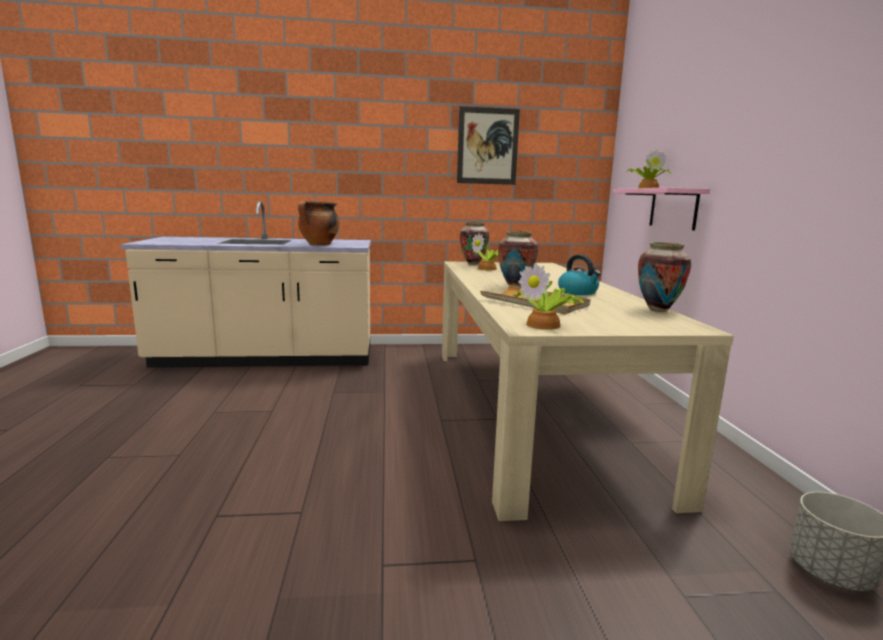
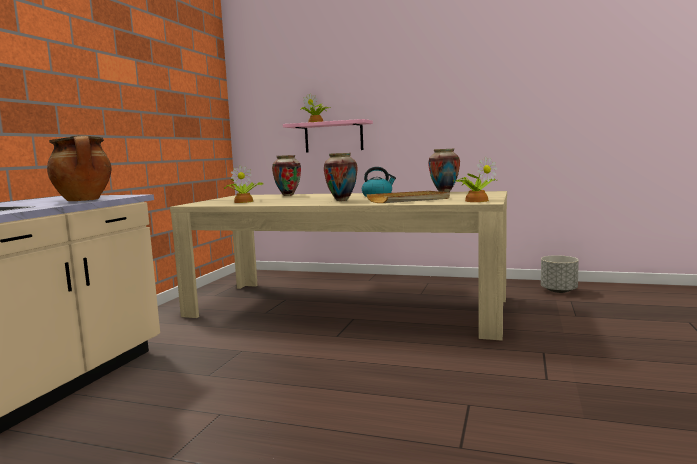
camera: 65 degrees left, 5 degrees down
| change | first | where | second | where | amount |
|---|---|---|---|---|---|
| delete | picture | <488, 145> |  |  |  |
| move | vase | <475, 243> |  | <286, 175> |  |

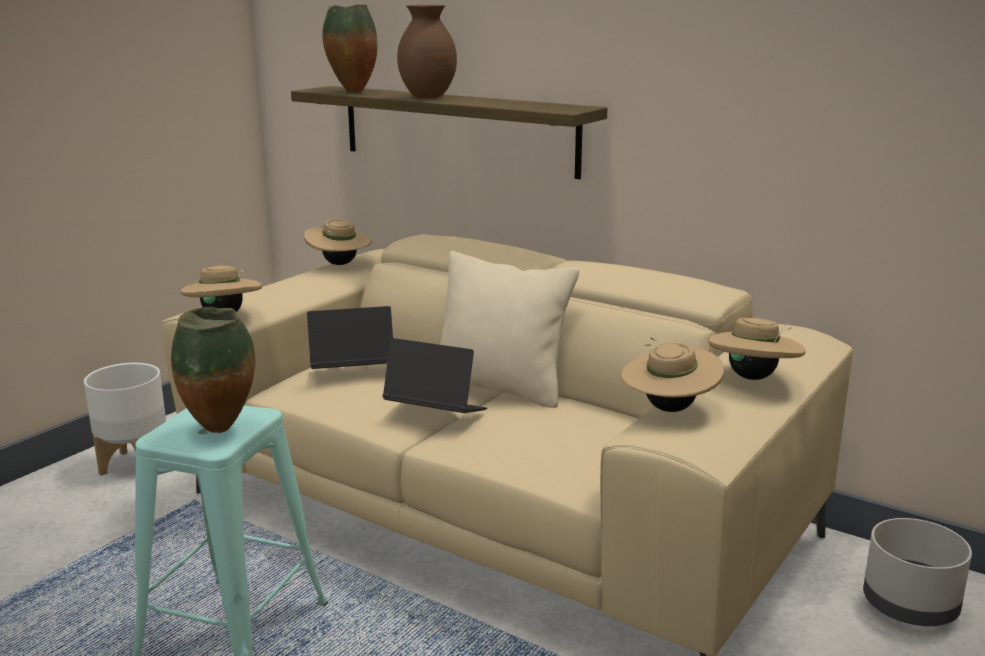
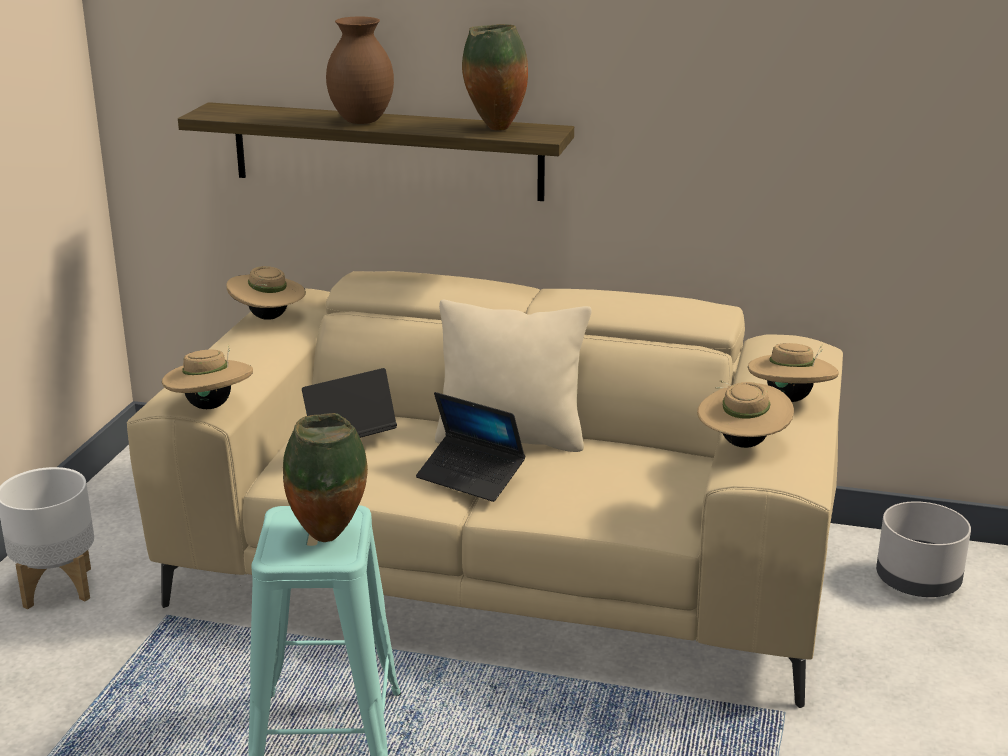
camera: 20 degrees left, 5 degrees up
| change | first | where | second | where | amount |
|---|---|---|---|---|---|
| move | vase | <349, 48> |  | <495, 77> |  |
| rotate | laptop | <435, 375> |  | <470, 447> | 150 degrees counterclockwise |

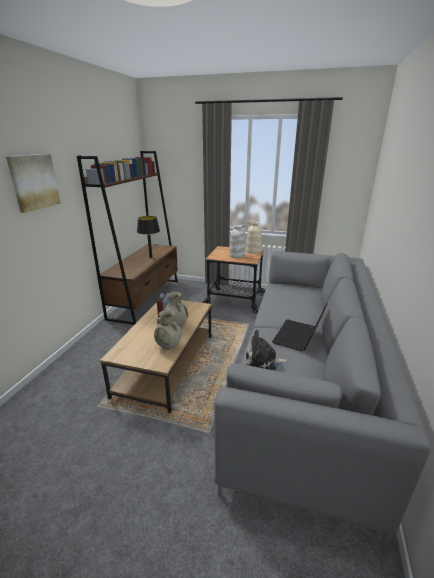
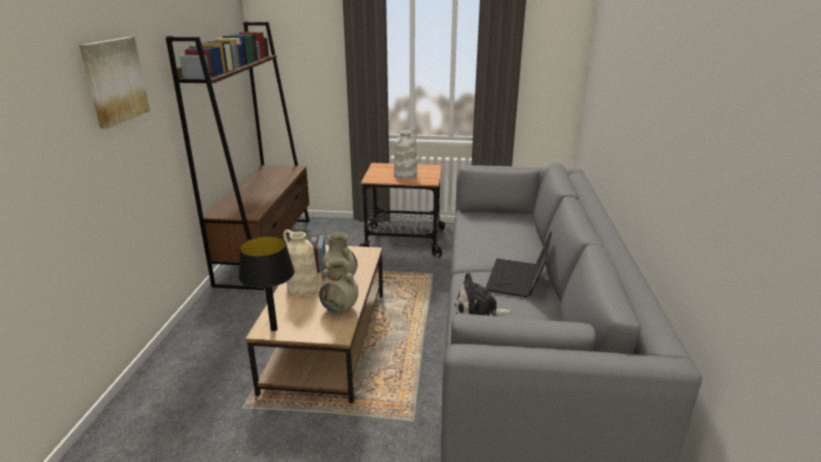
camera: 10 degrees left, 0 degrees up
| change | first | where | second | where | amount |
|---|---|---|---|---|---|
| move | black lamp for a table | <148, 237> |  | <266, 283> |  |
| move | beige vase | <253, 237> |  | <301, 264> |  |

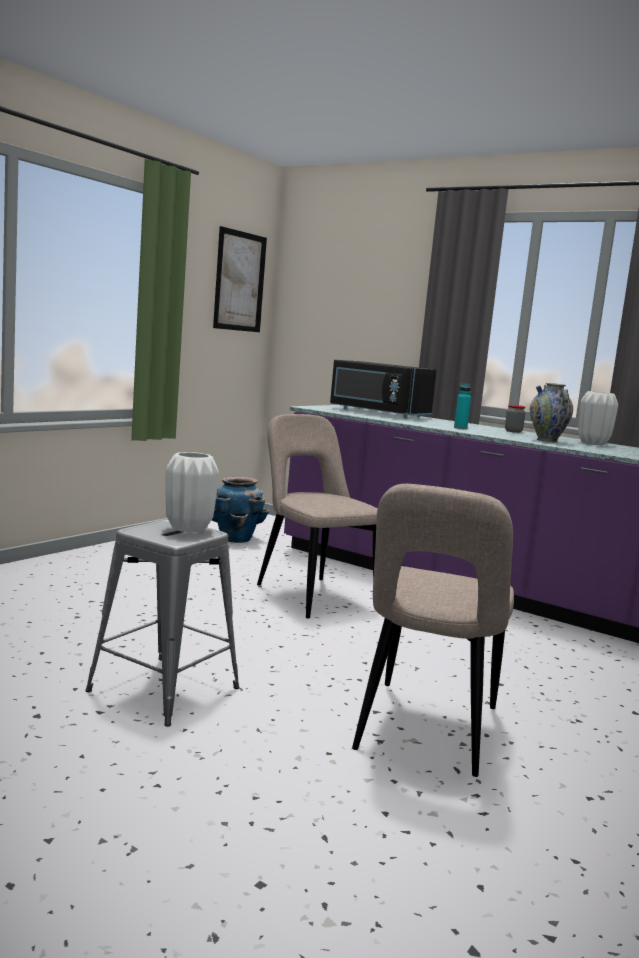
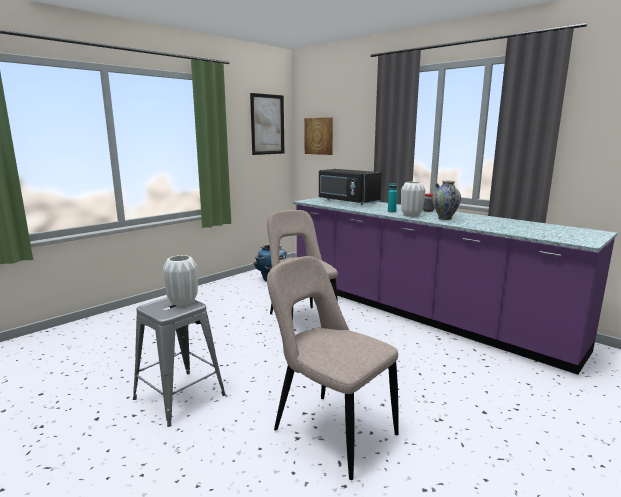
camera: 10 degrees right, 5 degrees up
| change | first | where | second | where | amount |
|---|---|---|---|---|---|
| move | white-coloured vase | <598, 418> |  | <413, 199> |  |
| rotate | beige chair | <433, 630> |  | <333, 368> | 105 degrees clockwise |
| insert |  |  | picture | <318, 136> |  |

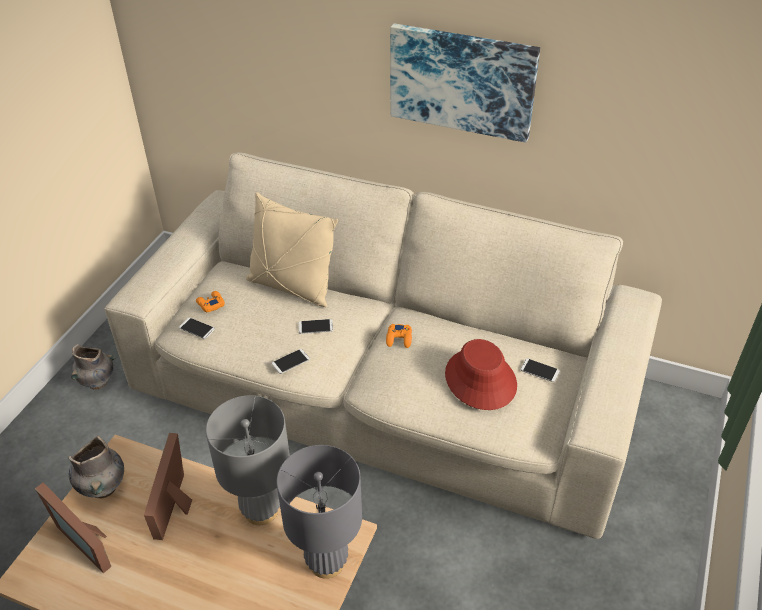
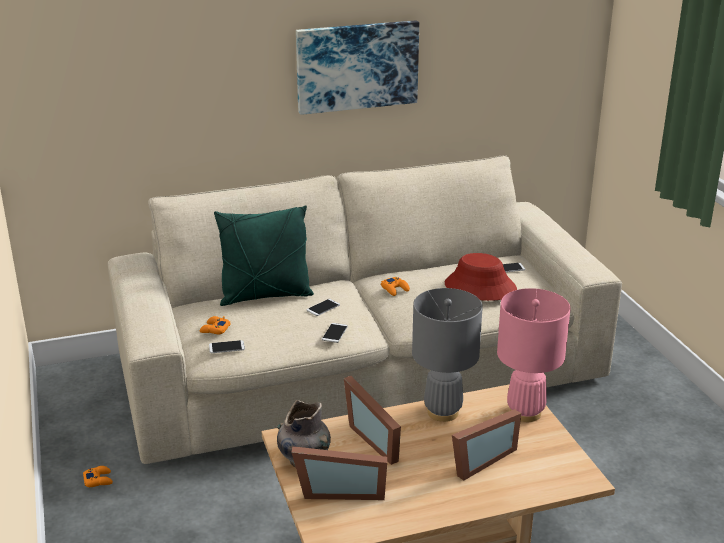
camera: 40 degrees left, 15 degrees down
| change | first | where | second | where | amount |
|---|---|---|---|---|---|
| recolor | beige cushion | <292, 249> | green-coloured cushion | <264, 255> |  |
| replace | greyish vase | <93, 366> | orangey game controller | <98, 476> |  |
| recolor | greyish lamp for a table | <319, 512> | pink lamp for a table | <534, 355> |  |
| insert |  |  | standing frame | <486, 444> |  |

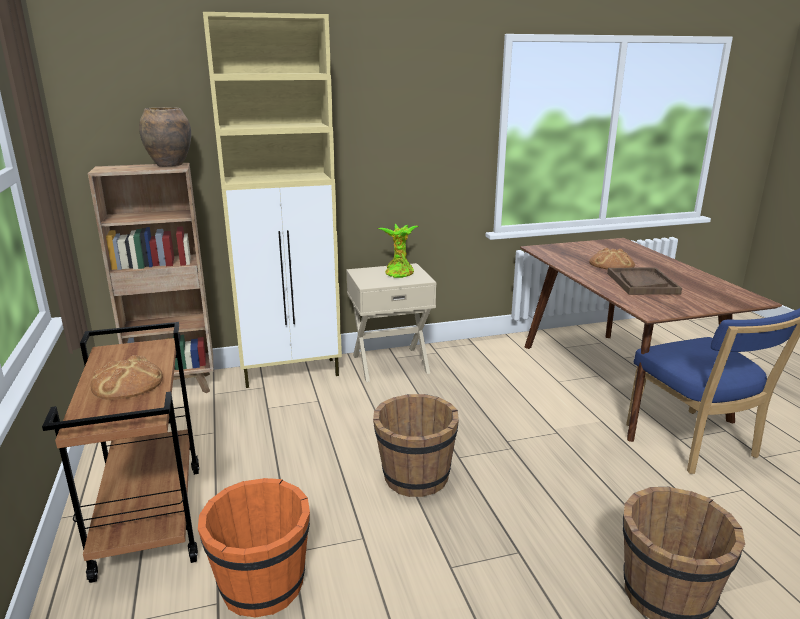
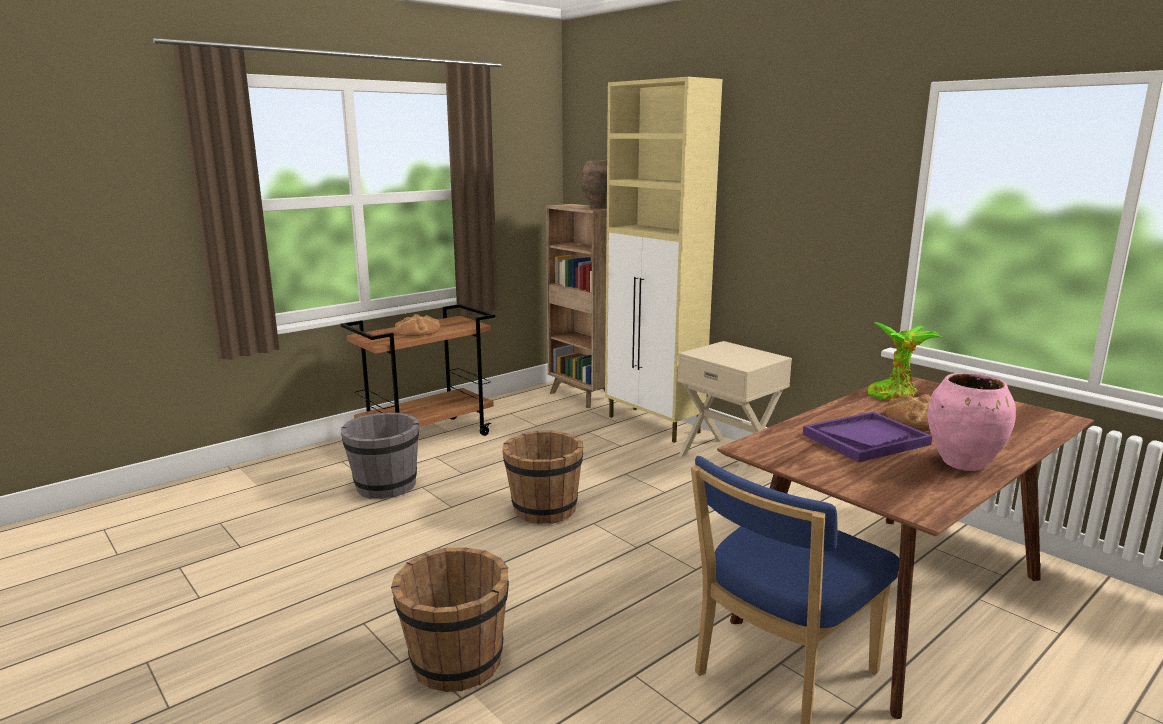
camera: 65 degrees right, 5 degrees down
| change | first | where | second | where | amount |
|---|---|---|---|---|---|
| move | potted plant | <398, 251> |  | <905, 361> |  |
| recolor | brownish carrying tray | <644, 281> | purple carrying tray | <867, 437> |  |
| recolor | orangey water bucket | <254, 548> | greyish water bucket | <380, 456> |  |
| insert |  |  | pink vase | <972, 422> |  |

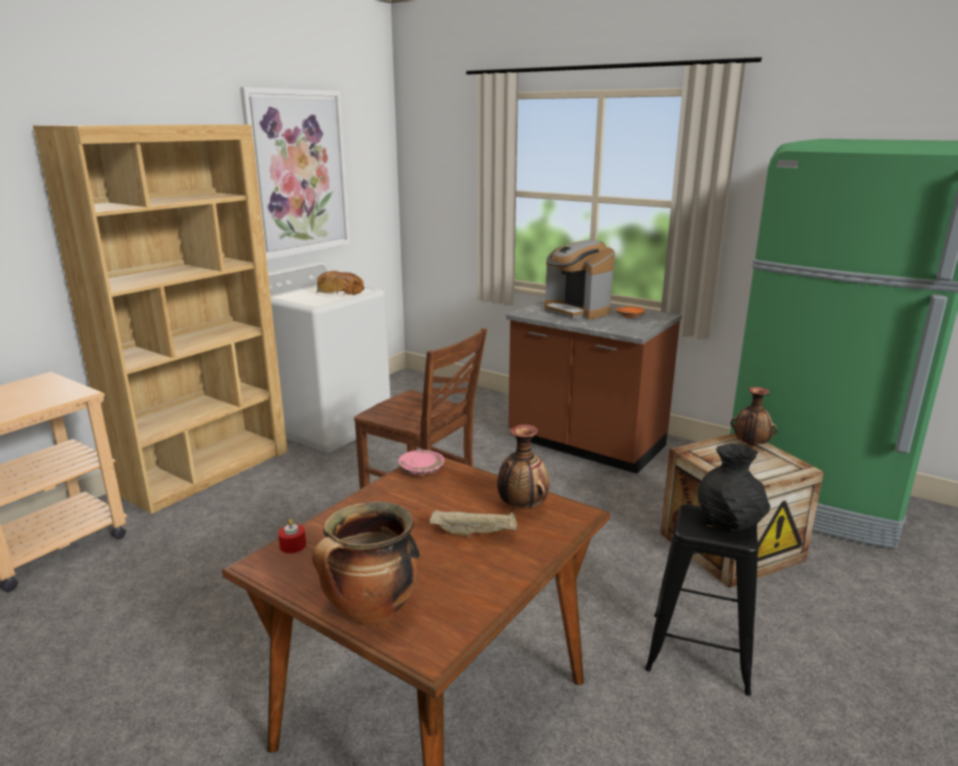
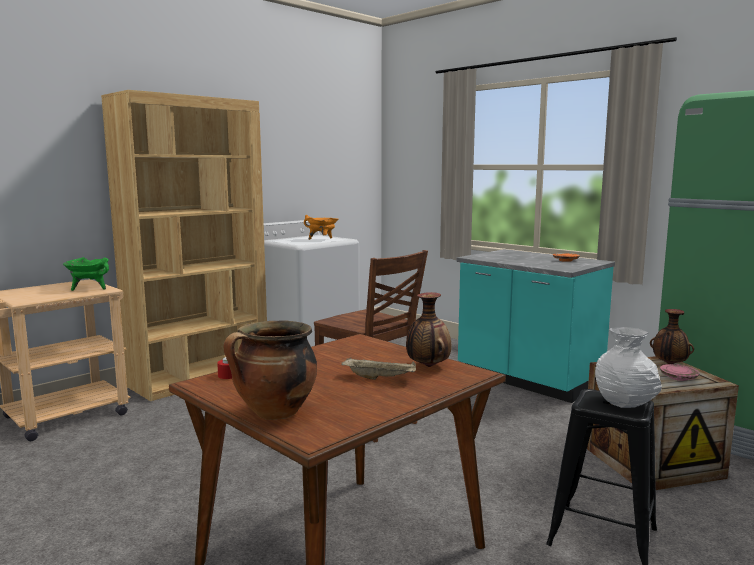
camera: 10 degrees right, 10 degrees down
| change | first | where | second | where | amount |
|---|---|---|---|---|---|
| delete | picture | <295, 173> |  |  |  |
| delete | coffee machine | <580, 280> |  |  |  |
| replace | bakery bread | <340, 283> | orangey cooking pot | <321, 227> |  |
| recolor | brownish kitchen base unit | <594, 386> | turquoise kitchen base unit | <535, 326> |  |
| recolor | black vase | <733, 487> | white-coloured vase | <628, 367> |  |
| move | pink dinner plate | <421, 462> |  | <679, 372> |  |
| insert |  |  | green-coloured cooking pot | <86, 274> |  |

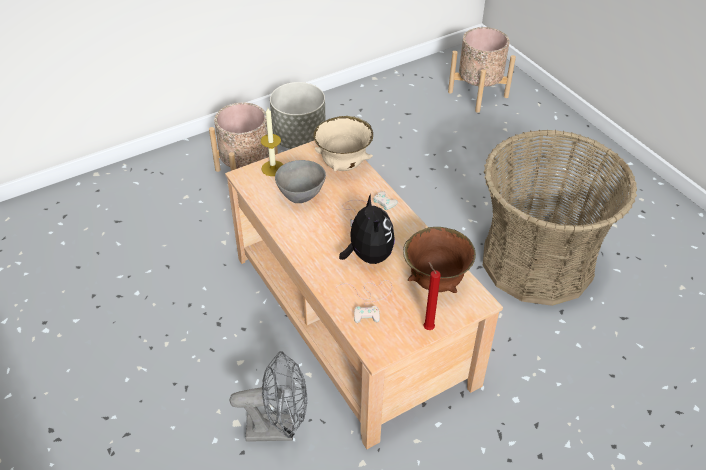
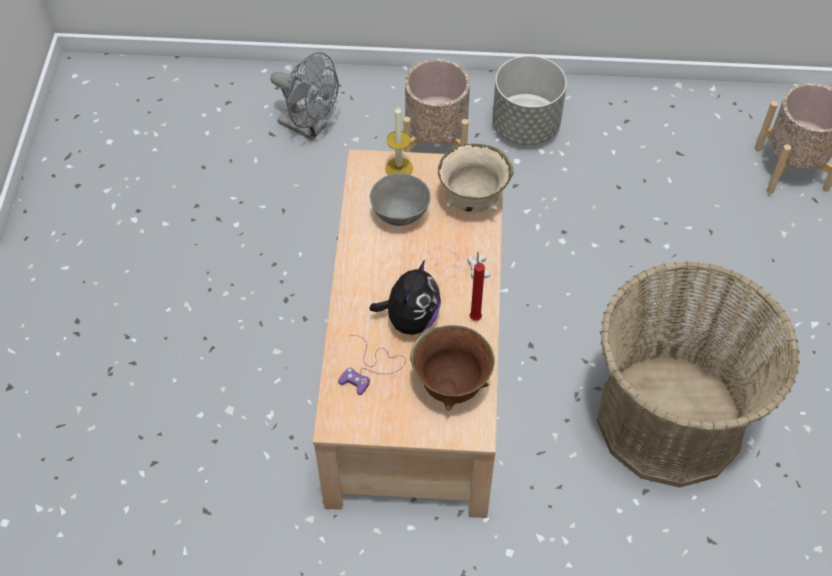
camera: 35 degrees right, 10 degrees up
| change | first | where | second | where | amount |
|---|---|---|---|---|---|
| move | red candle | <432, 296> |  | <477, 286> |  |
| recolor | white-coloured game controller | <363, 301> | purple game controller | <372, 365> |  |
| move | greyish fan | <268, 396> |  | <304, 96> |  |

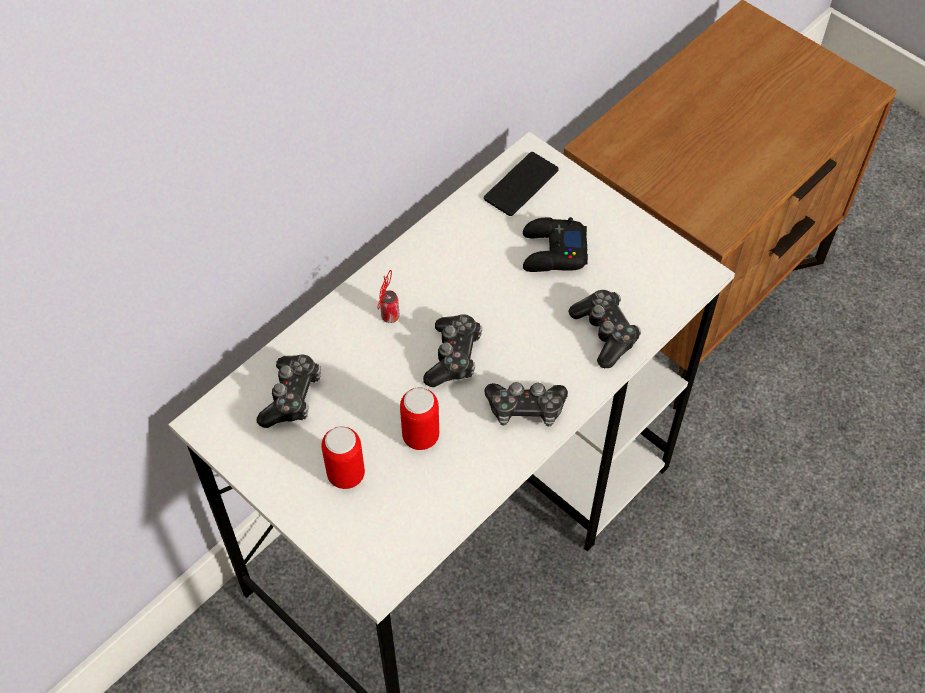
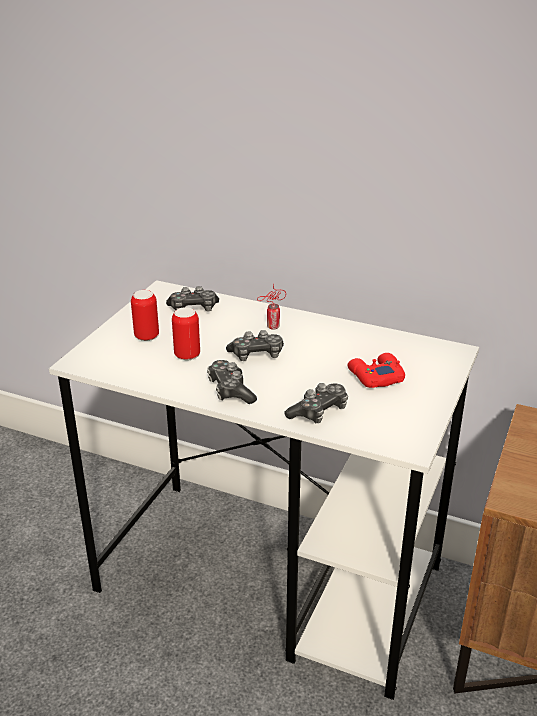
camera: 70 degrees right, 25 degrees down
| change | first | where | second | where | amount |
|---|---|---|---|---|---|
| delete | handset | <521, 184> |  |  |  |
| recolor | black game controller | <555, 244> | red game controller | <376, 370> |  |

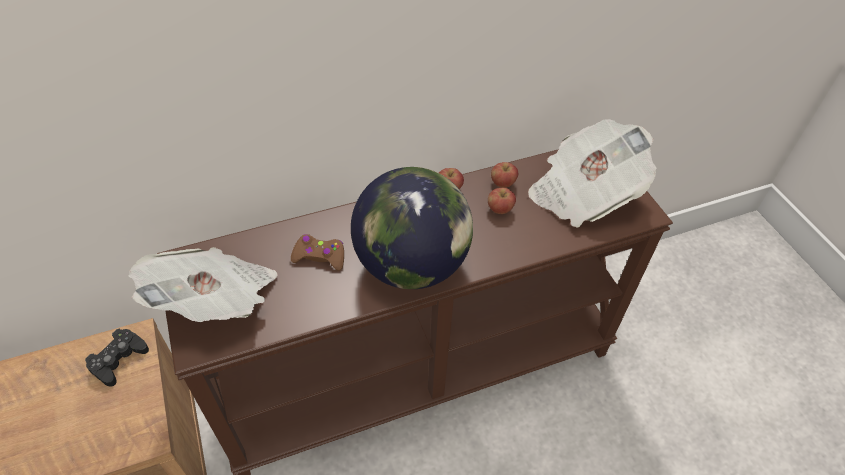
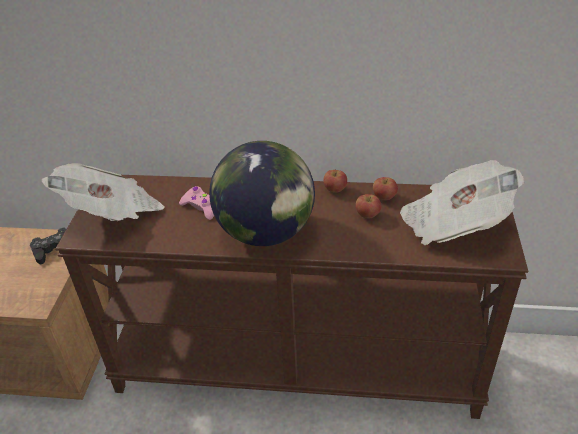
camera: 30 degrees right, 10 degrees down
| change | first | where | second | where | amount |
|---|---|---|---|---|---|
| recolor | brownish game controller | <317, 252> | pink game controller | <196, 203> |  |

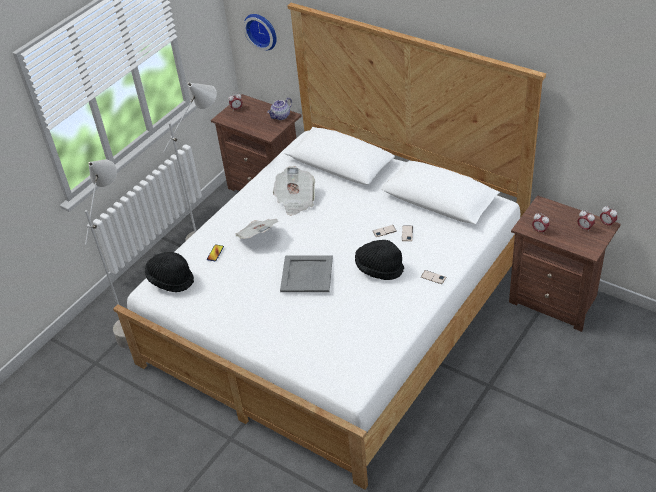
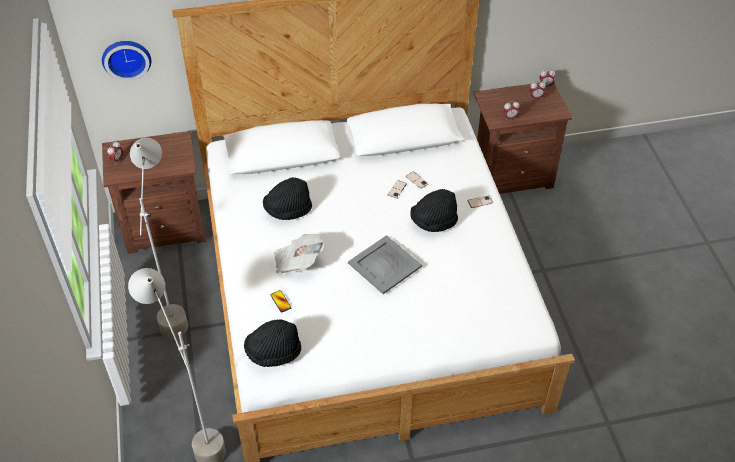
camera: 50 degrees left, 5 degrees up
| change | first | where | second | where | amount |
|---|---|---|---|---|---|
| delete | teapot | <279, 109> |  |  |  |
| replace | printed paper | <294, 191> | black wearable hat | <287, 198> |  |

